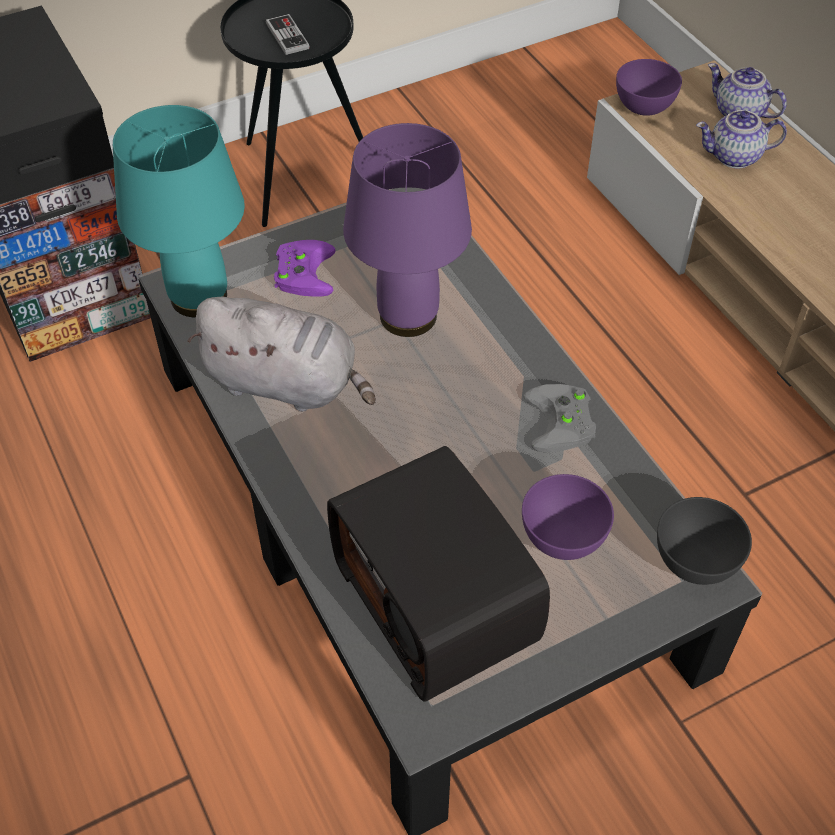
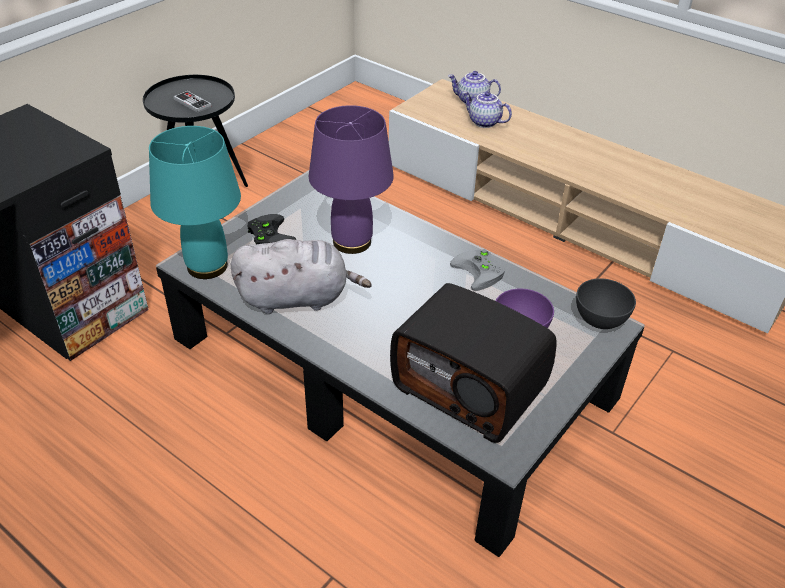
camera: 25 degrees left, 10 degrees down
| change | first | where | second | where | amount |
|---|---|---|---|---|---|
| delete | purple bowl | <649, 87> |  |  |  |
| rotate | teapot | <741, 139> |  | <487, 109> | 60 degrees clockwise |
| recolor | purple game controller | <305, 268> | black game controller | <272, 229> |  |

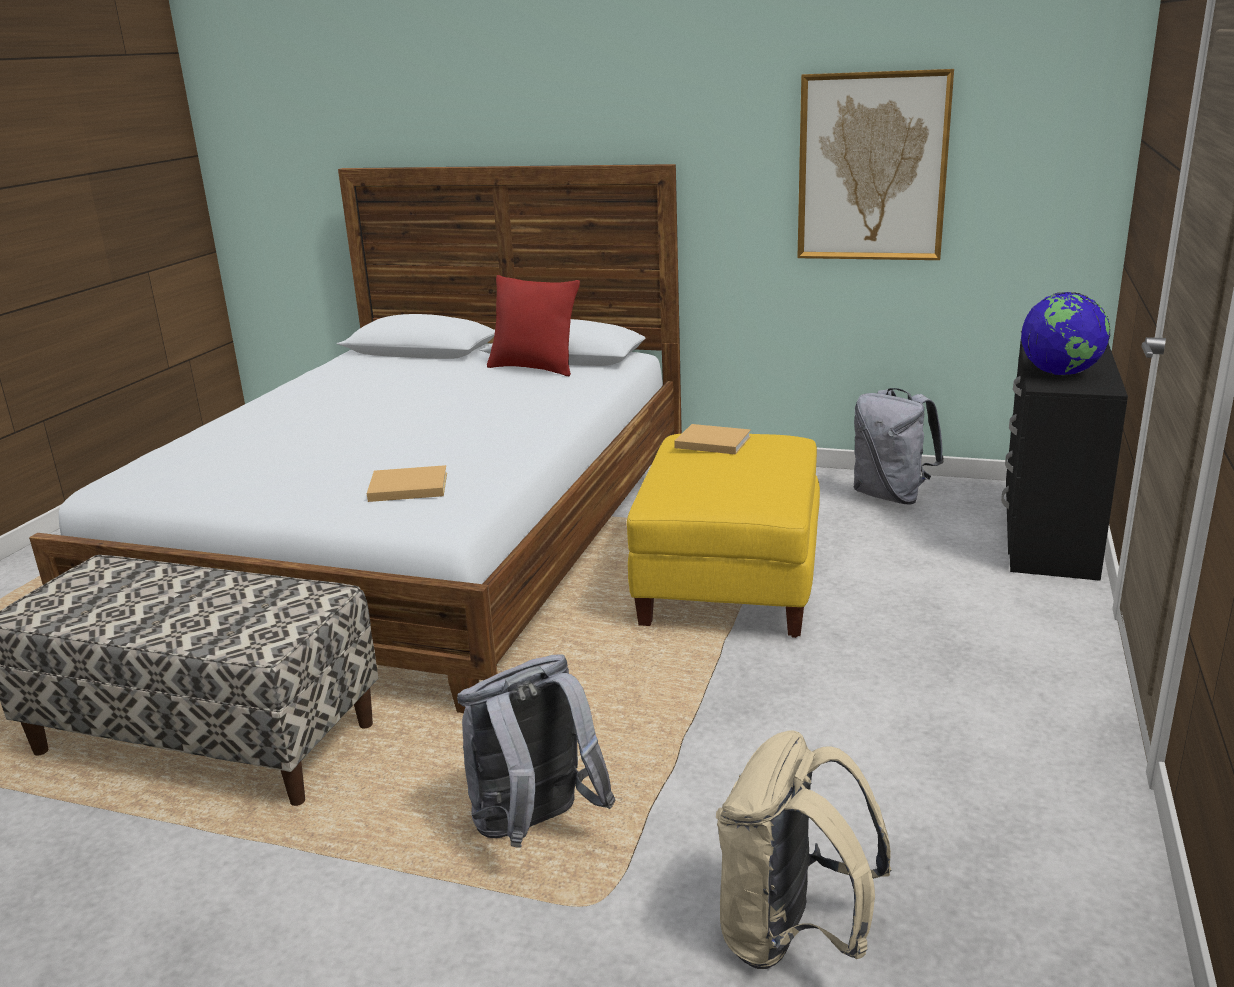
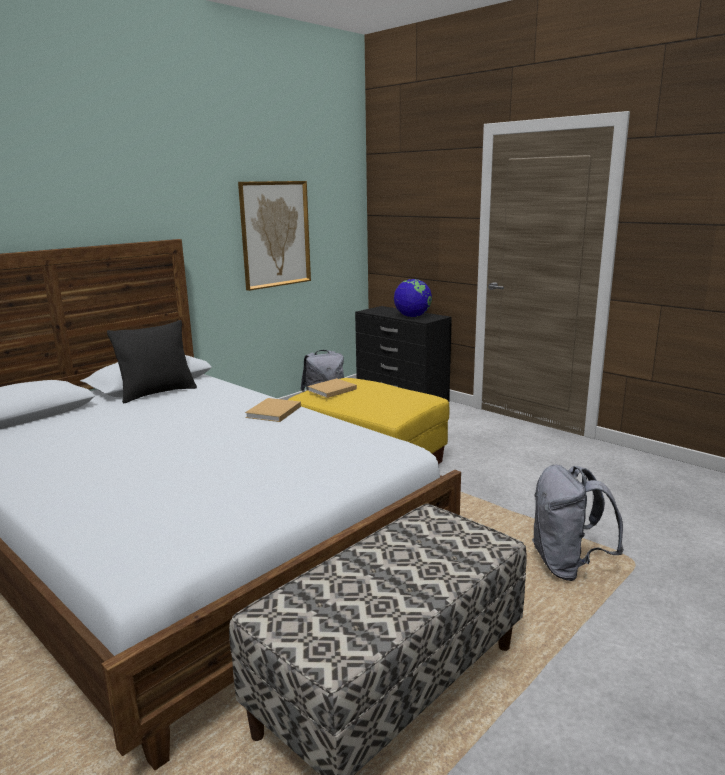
camera: 65 degrees left, 5 degrees down
| change | first | where | second | where | amount |
|---|---|---|---|---|---|
| recolor | red cushion | <533, 325> | black cushion | <152, 362> |  |
| move | beige book | <407, 483> |  | <273, 410> |  |
| delete | beige knapsack | <803, 849> |  |  |  |

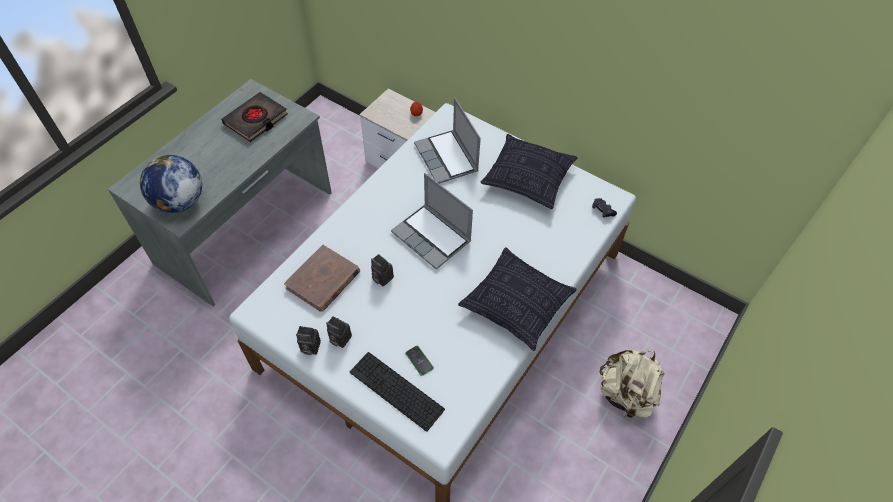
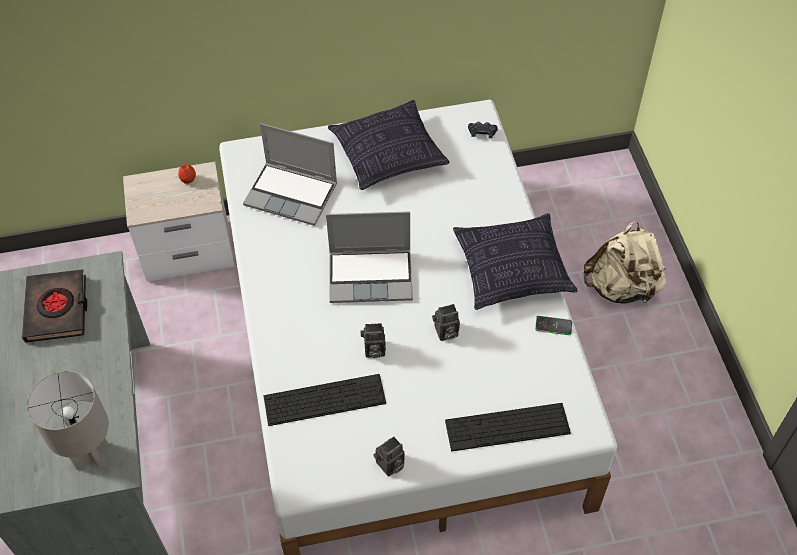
camera: 45 degrees left, 0 degrees up
| change | first | where | second | where | amount |
|---|---|---|---|---|---|
| replace | desk globe | <170, 184> | greyish lamp for a table | <68, 420> |  |
| replace | brownish book | <322, 278> | PC keyboard | <325, 400> |  |
| move | photo camera | <339, 332> |  | <446, 322> |  |
| move | handset | <419, 361> |  | <553, 325> |  |

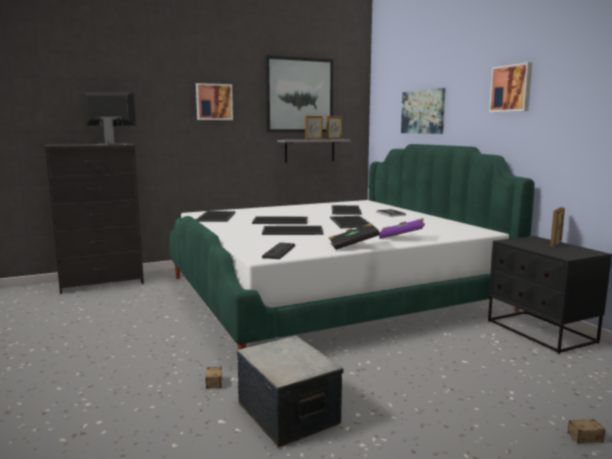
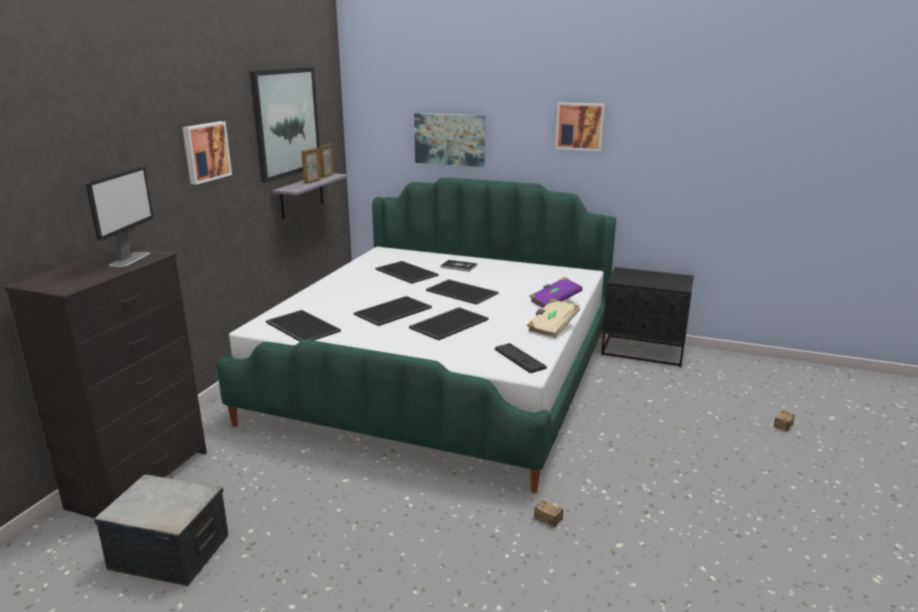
camera: 45 degrees left, 10 degrees up
| change | first | where | second | where | amount |
|---|---|---|---|---|---|
| rotate | monitor | <110, 118> |  | <119, 216> | 135 degrees clockwise |
| delete | standing frame | <557, 227> |  |  |  |
| recolor | black book | <354, 236> | beige book | <553, 318> |  |
| move | storage box | <290, 392> |  | <161, 530> |  |

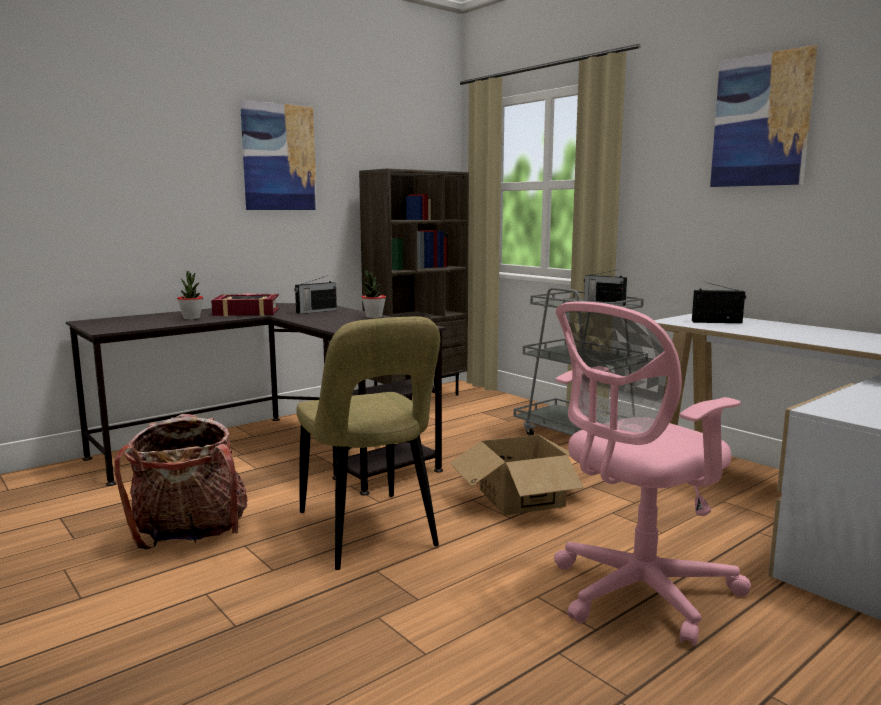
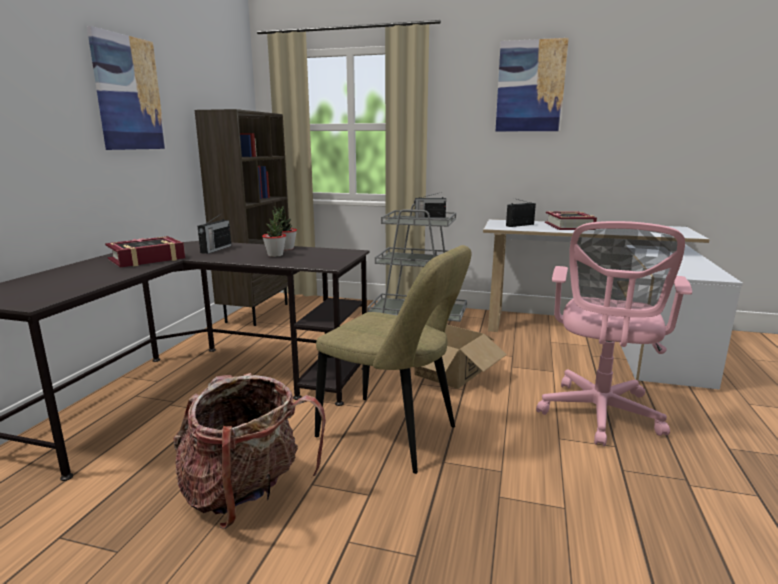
camera: 35 degrees left, 5 degrees up
| change | first | where | second | where | amount |
|---|---|---|---|---|---|
| move | potted plant | <190, 295> |  | <274, 233> |  |
| insert |  |  | book | <571, 220> |  |

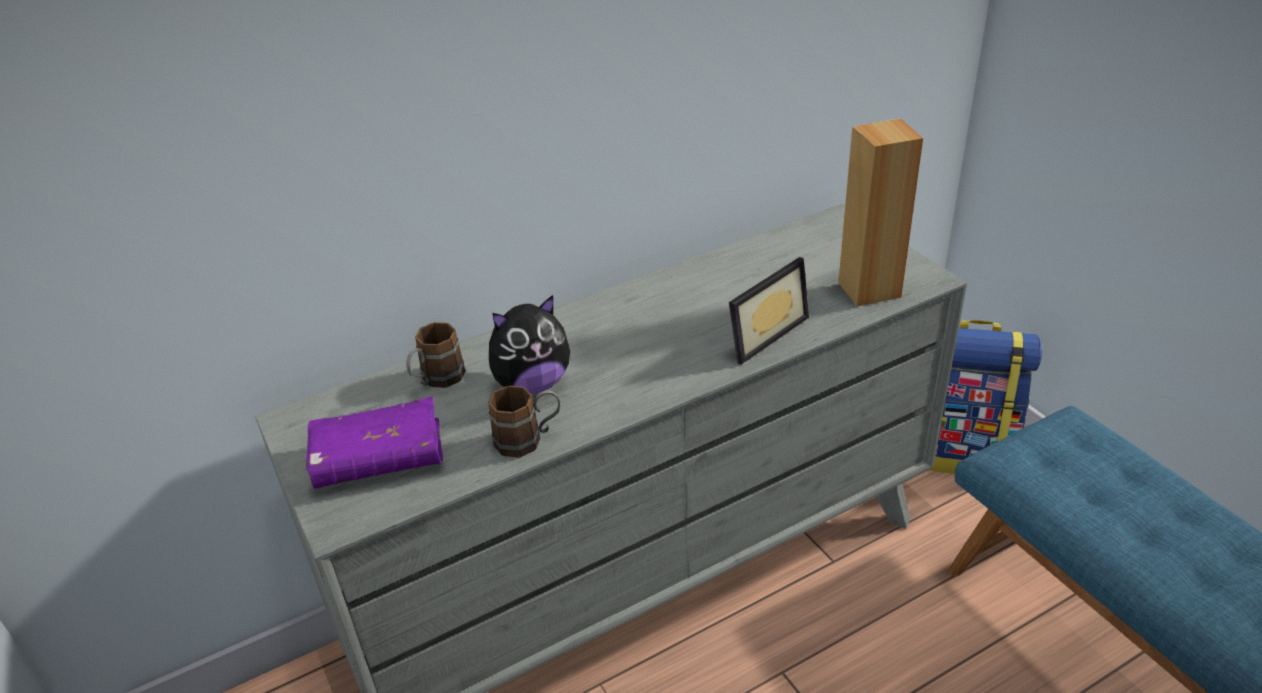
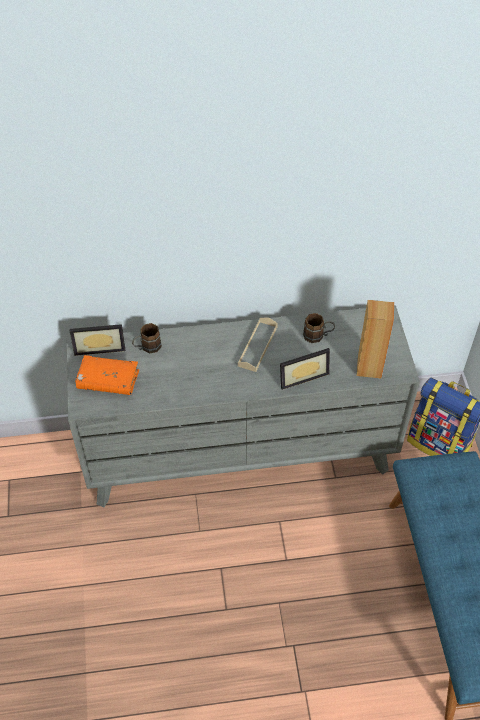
camera: 20 degrees right, 15 degrees up
| change | first | where | second | where | amount |
|---|---|---|---|---|---|
| delete | soft toy | <529, 344> |  |  |  |
| move | brownish tea mug | <524, 422> |  | <319, 328> |  |
| recolor | purple book | <374, 443> | orangey book | <107, 375> |  |
| insert |  |  | beige carrying tray | <258, 345> |  |
| insert |  |  | standing frame | <97, 340> |  |

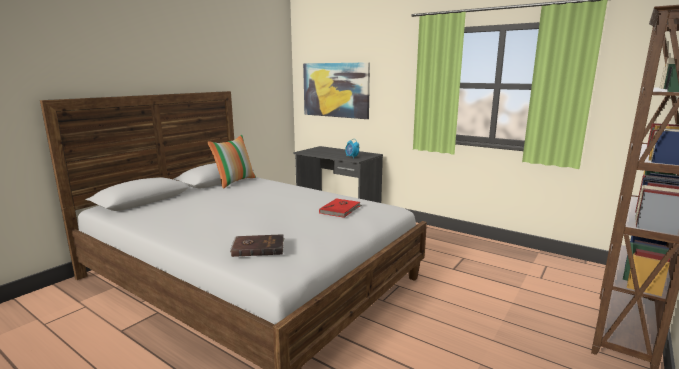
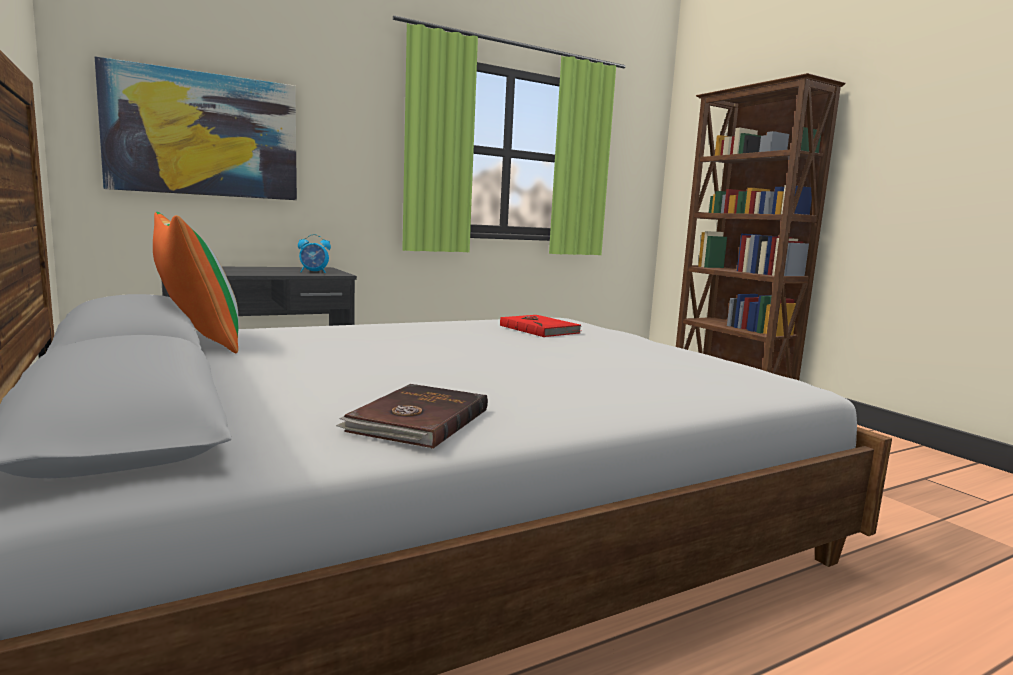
camera: 65 degrees left, 5 degrees down
| change | first | where | second | where | amount |
|---|---|---|---|---|---|
| move | brownish book | <257, 245> |  | <412, 416> |  |

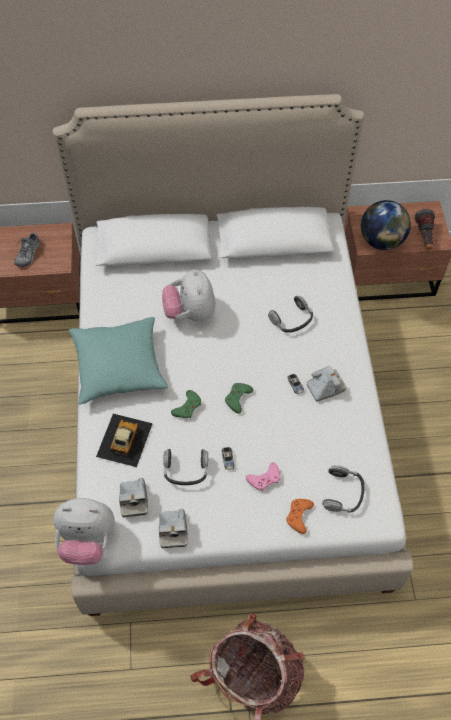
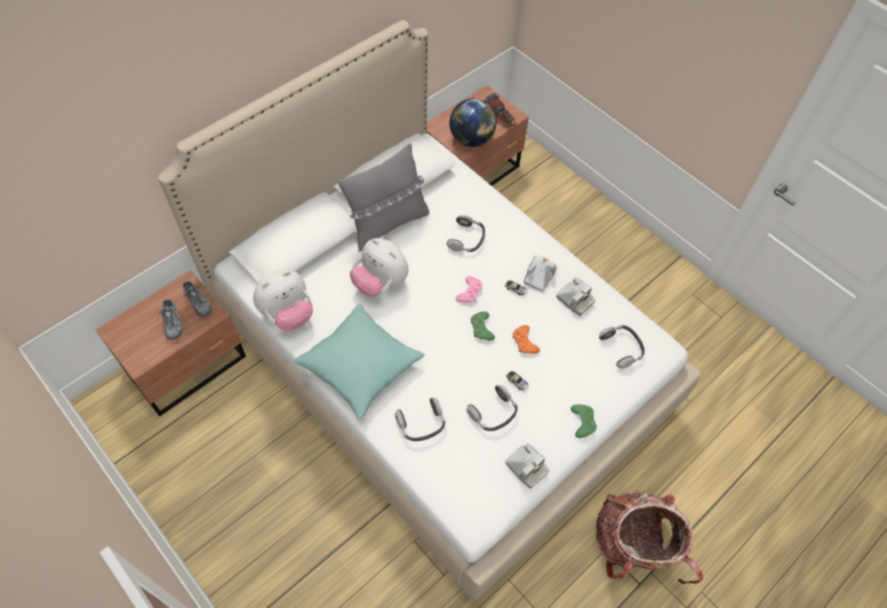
camera: 40 degrees left, 0 degrees up
| change | first | where | second | where | amount |
|---|---|---|---|---|---|
| move | green-coloured game controller | <186, 404> |  | <584, 421> |  |
| replace | toy car | <124, 440> | headphones | <420, 419> |  |
| move | pink game controller | <263, 476> |  | <469, 289> |  |
| move | photo camera | <133, 497> |  | <575, 296> |  |
| move | soft toy | <84, 531> |  | <283, 300> |  |
| move | orangey game controller | <300, 516> |  | <526, 339> |  |
| insert |  |  | greyish cushion | <383, 197> |  |
| insert |  |  | low shoe | <197, 298> |  |

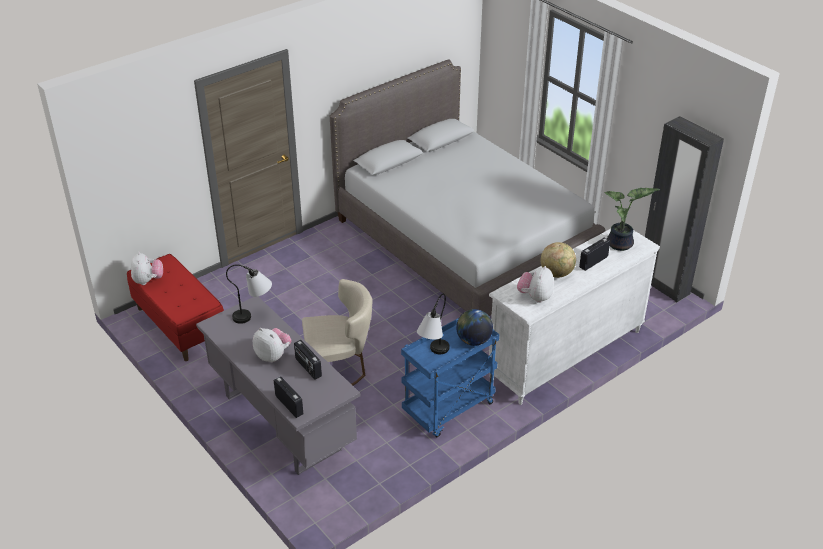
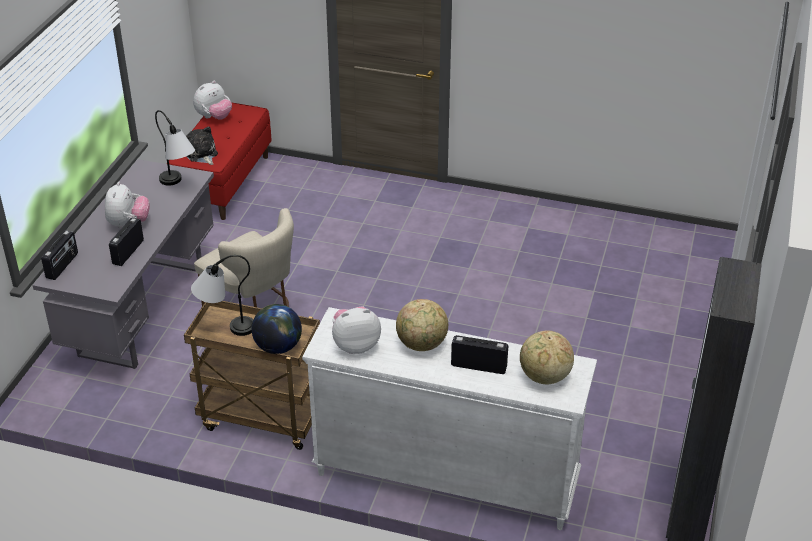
camera: 55 degrees right, 0 degrees up
| change | first | where | second | where | amount |
|---|---|---|---|---|---|
| delete | greyish sleeping bed | <467, 187> |  |  |  |
| replace | potted plant | <632, 219> | desk globe | <547, 357> |  |
| recolor | blue cart | <450, 377> | brownish cart | <252, 375> |  |
| insert |  |  | soft toy | <202, 145> |  |

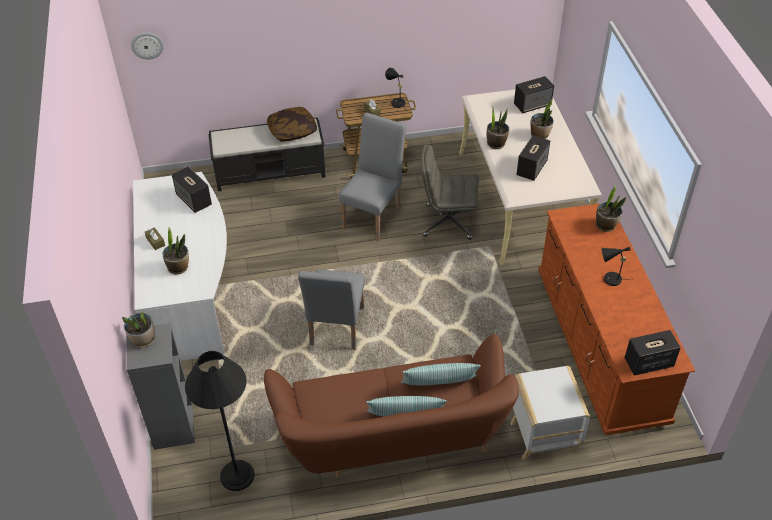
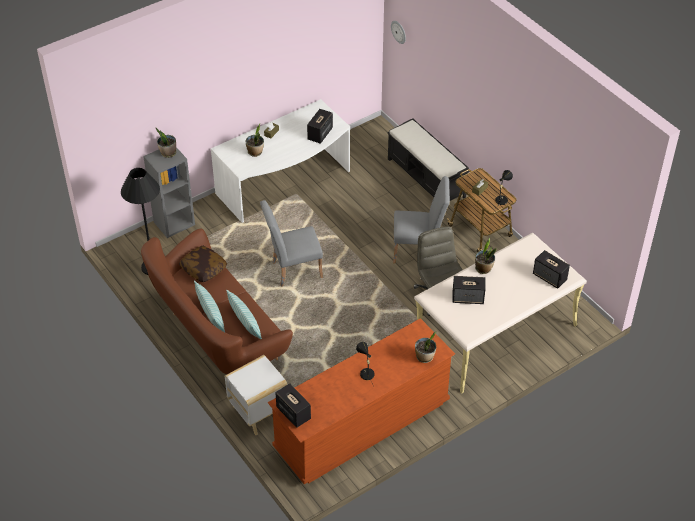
camera: 65 degrees right, 0 degrees up
| change | first | where | second | where | amount |
|---|---|---|---|---|---|
| delete | potted plant | <542, 119> |  |  |  |
| move | cushion | <292, 124> |  | <203, 264> |  |

